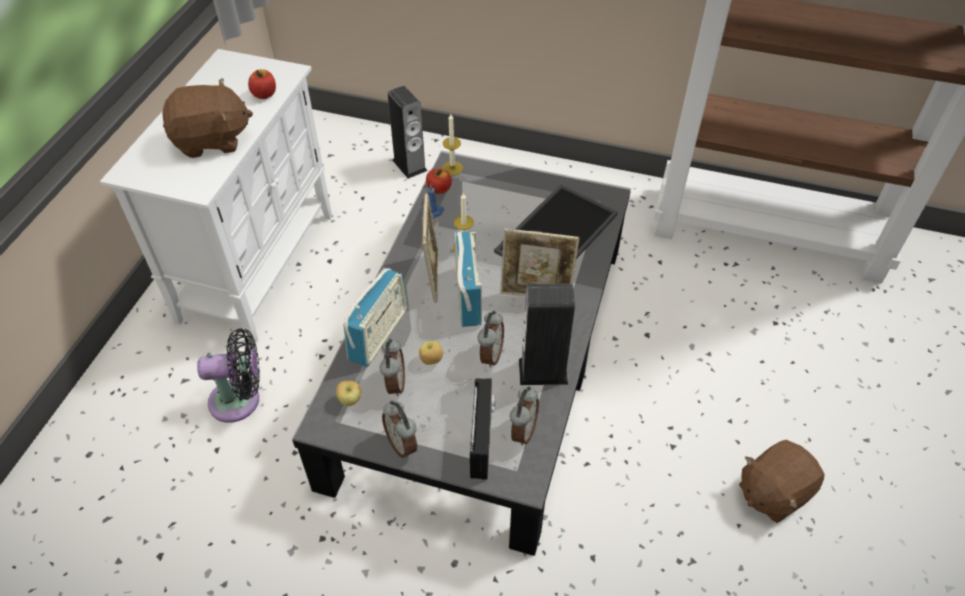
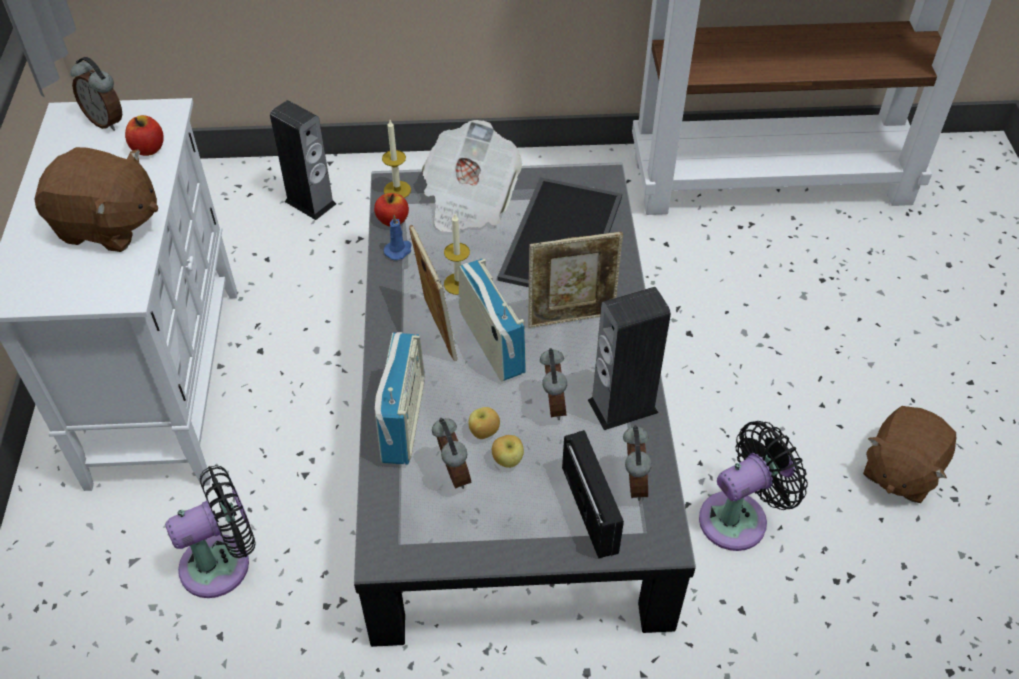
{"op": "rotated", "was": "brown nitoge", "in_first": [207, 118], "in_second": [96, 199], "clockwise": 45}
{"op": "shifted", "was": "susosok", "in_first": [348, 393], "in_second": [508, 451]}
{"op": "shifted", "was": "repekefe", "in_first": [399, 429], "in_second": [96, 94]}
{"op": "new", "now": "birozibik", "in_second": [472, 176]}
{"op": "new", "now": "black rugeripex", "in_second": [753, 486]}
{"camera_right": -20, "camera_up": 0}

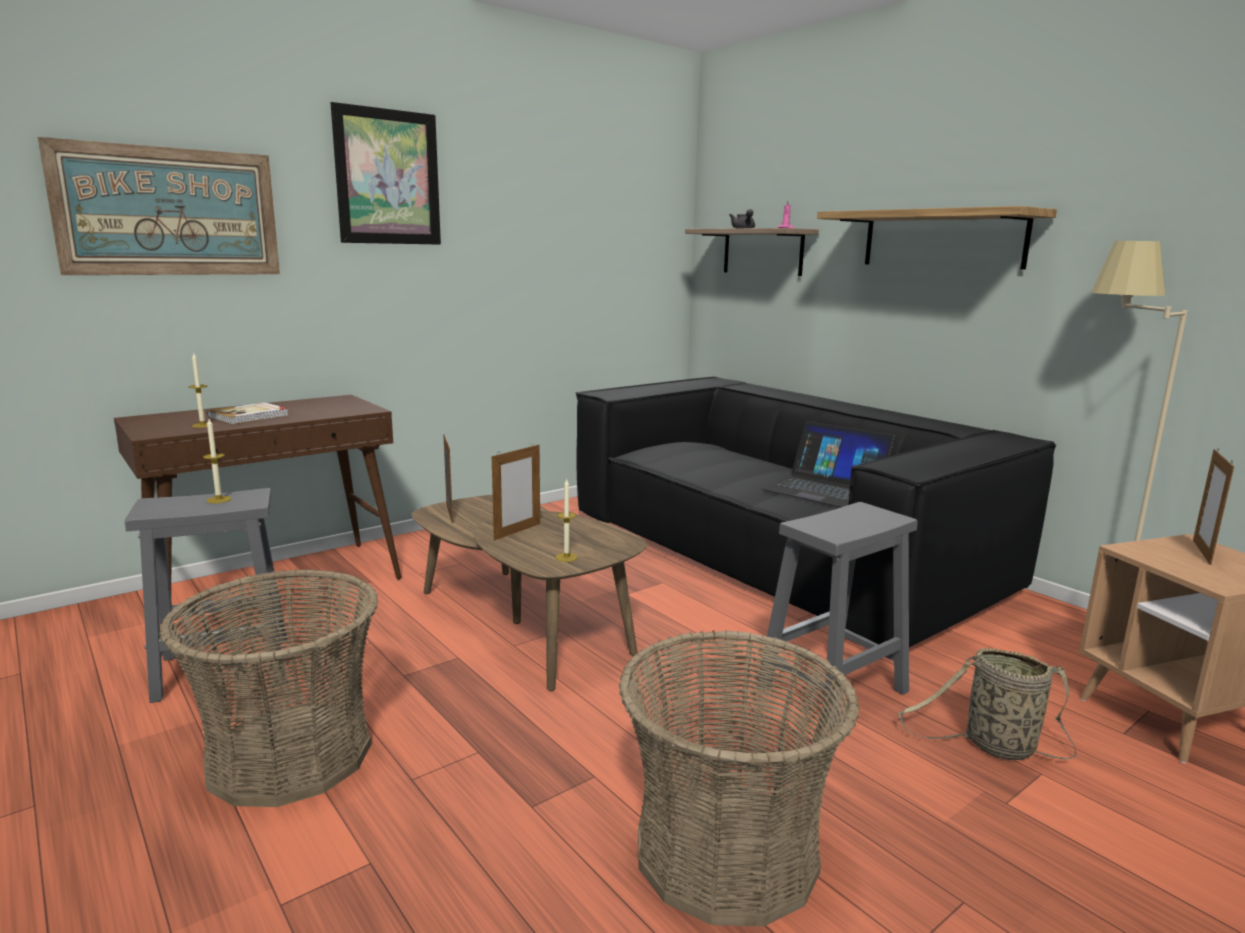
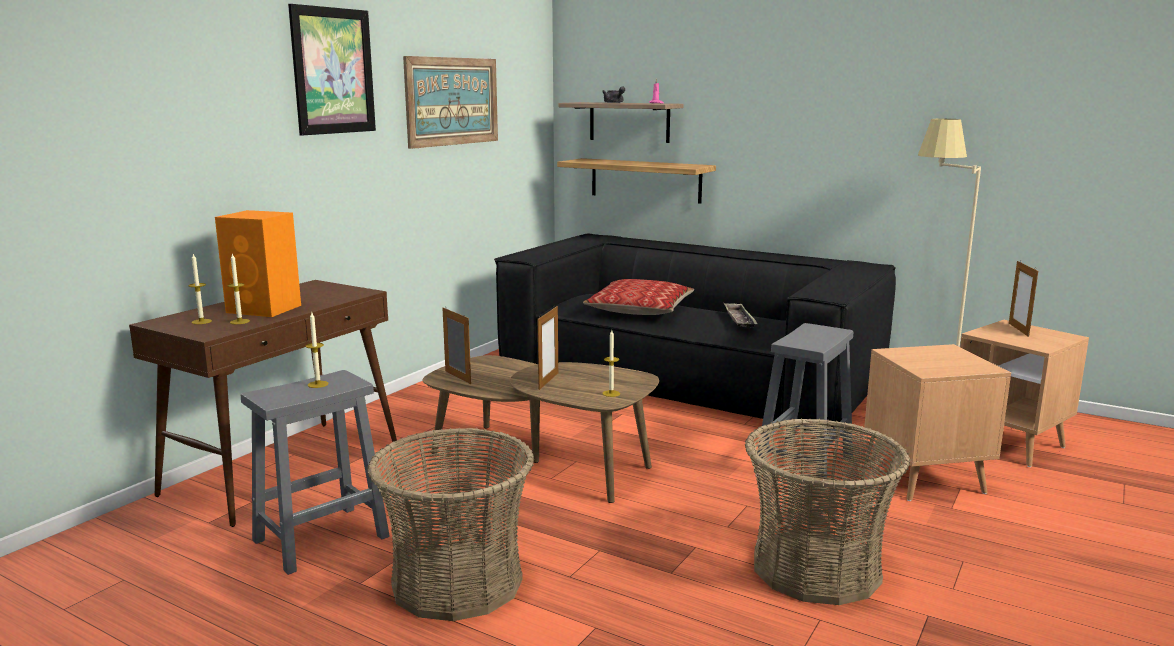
{"op": "shifted", "was": "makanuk", "in_first": [159, 206], "in_second": [450, 102]}
{"op": "swapped", "was": "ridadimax", "now": "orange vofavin", "in_first": [247, 413], "in_second": [258, 263]}
{"op": "swapped", "was": "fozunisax", "now": "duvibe", "in_first": [828, 464], "in_second": [740, 315]}
{"op": "shifted", "was": "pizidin", "in_first": [937, 238], "in_second": [636, 181]}
{"op": "swapped", "was": "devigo", "now": "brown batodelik", "in_first": [987, 704], "in_second": [937, 422]}
{"op": "new", "now": "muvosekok", "in_second": [200, 289]}
{"op": "new", "now": "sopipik", "in_second": [638, 297]}
{"camera_right": -20, "camera_up": 0}

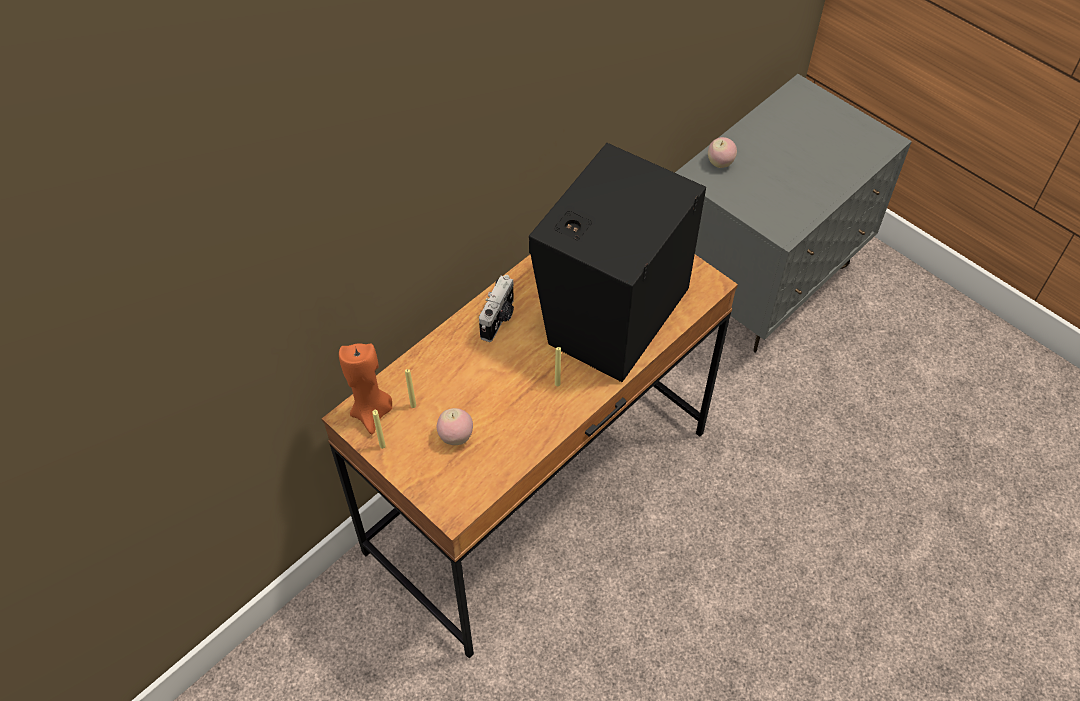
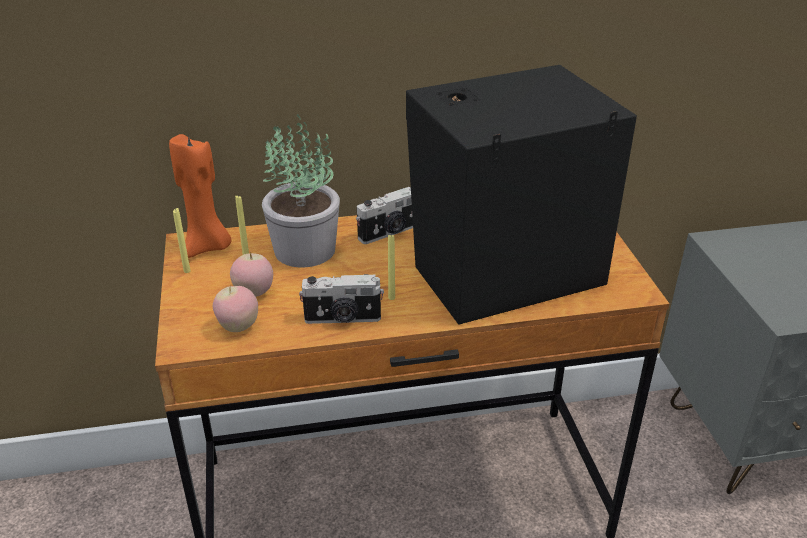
{"op": "shifted", "was": "susosok", "in_first": [722, 152], "in_second": [235, 309]}
{"op": "new", "now": "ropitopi", "in_second": [301, 191]}
{"op": "new", "now": "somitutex", "in_second": [341, 299]}
{"camera_right": 35, "camera_up": -20}

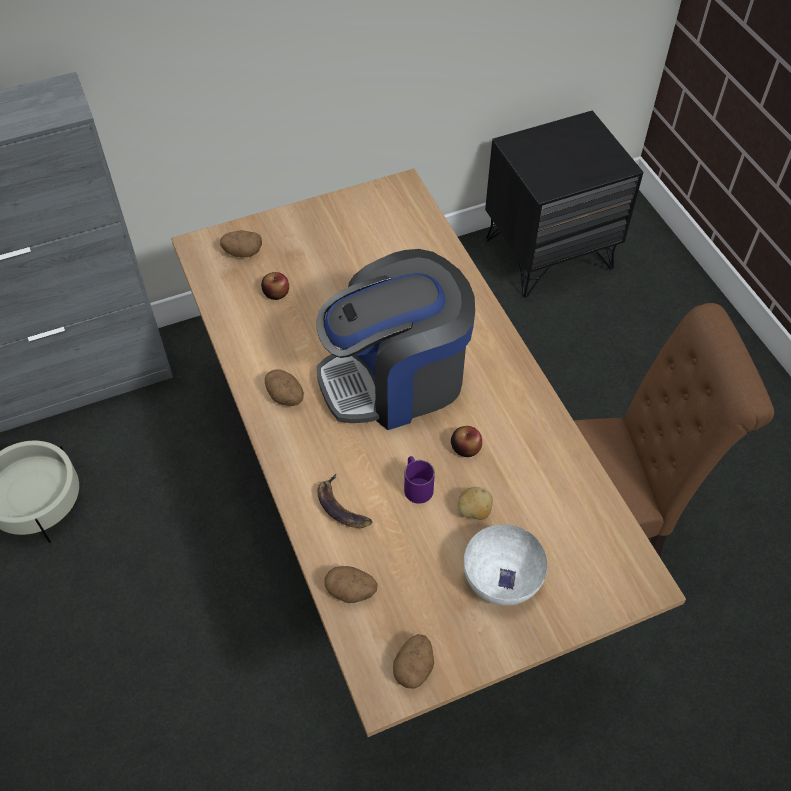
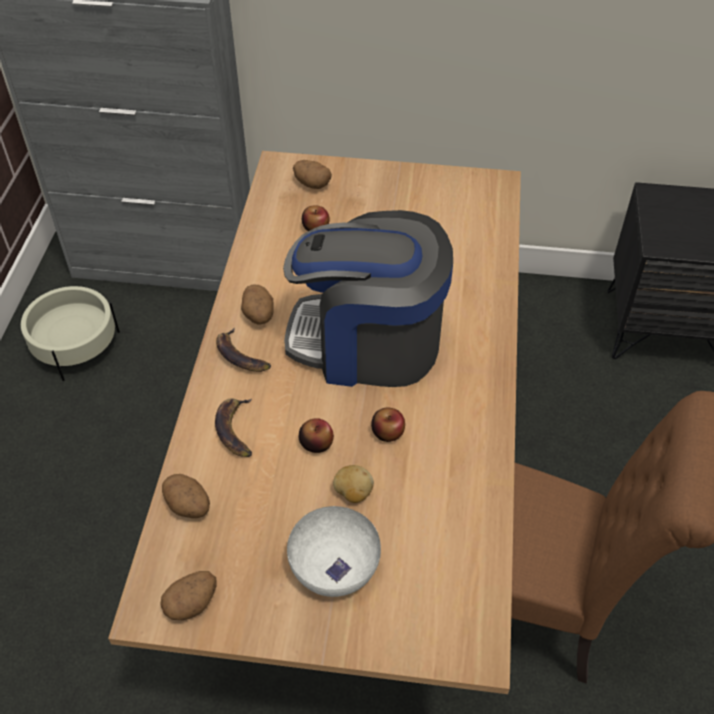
{"op": "swapped", "was": "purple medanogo", "now": "susosok", "in_first": [419, 480], "in_second": [316, 435]}
{"op": "new", "now": "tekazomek", "in_second": [243, 350]}
{"camera_right": 30, "camera_up": -5}

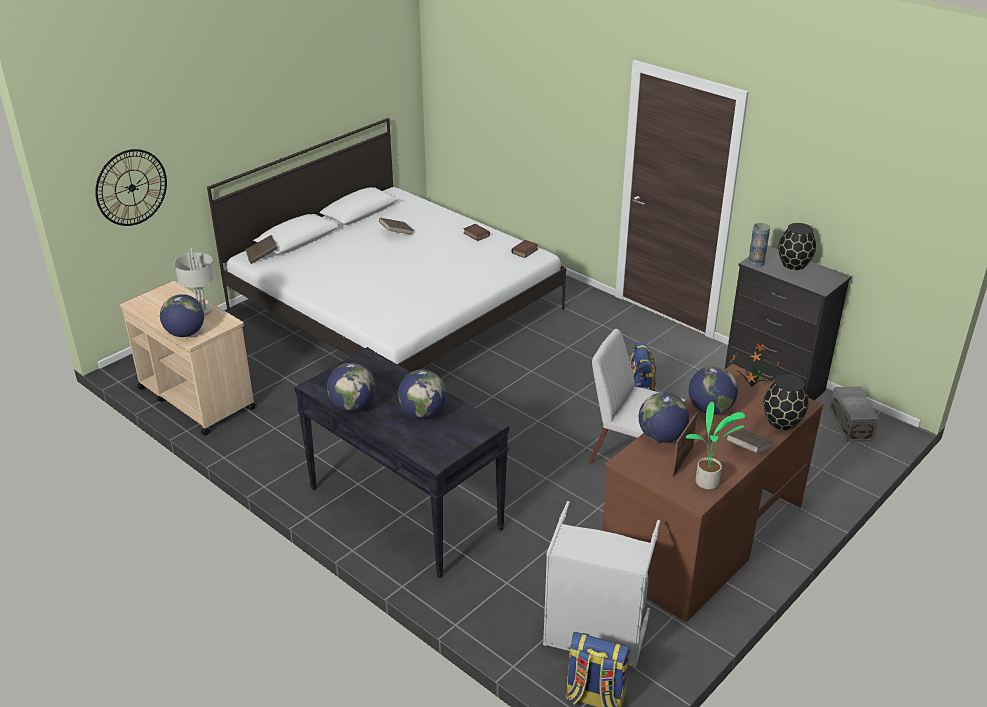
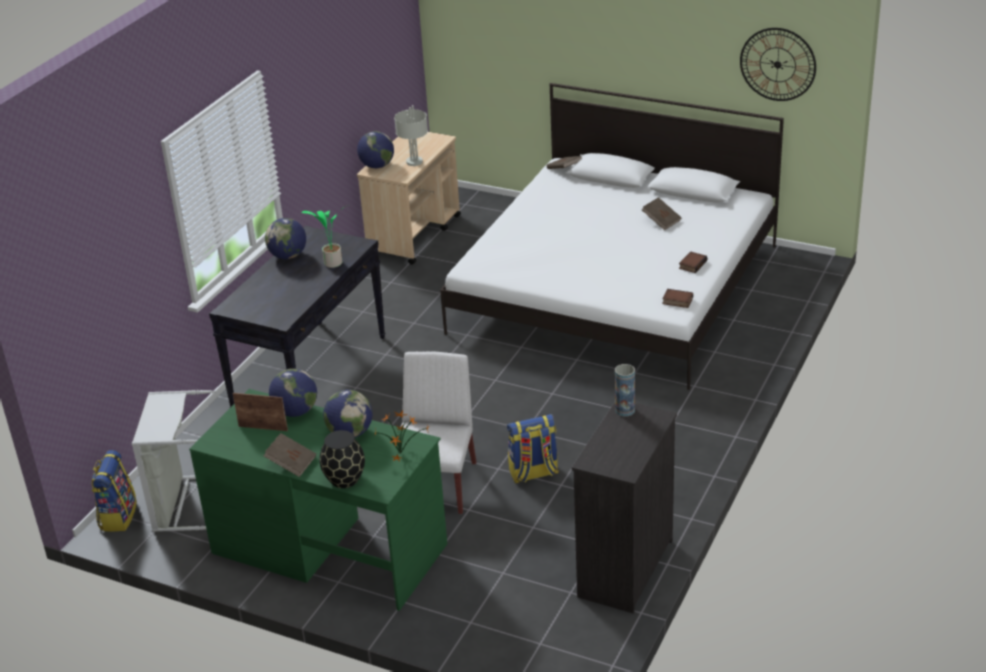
{"op": "shifted", "was": "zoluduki", "in_first": [131, 187], "in_second": [778, 64]}
{"op": "gone", "was": "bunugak", "in_first": [422, 394]}
{"op": "repainted", "was": "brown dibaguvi", "now": "green dibaguvi", "in_first": [713, 493], "in_second": [318, 500]}
{"op": "shifted", "was": "ropitopi", "in_first": [715, 445], "in_second": [325, 236]}
{"op": "gone", "was": "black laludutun", "in_first": [797, 246]}
{"op": "gone", "was": "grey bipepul", "in_first": [854, 414]}
{"camera_right": 75, "camera_up": 0}

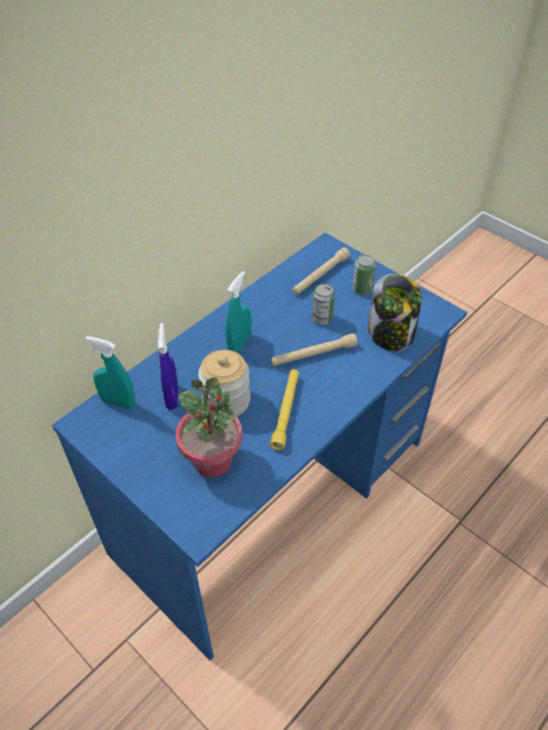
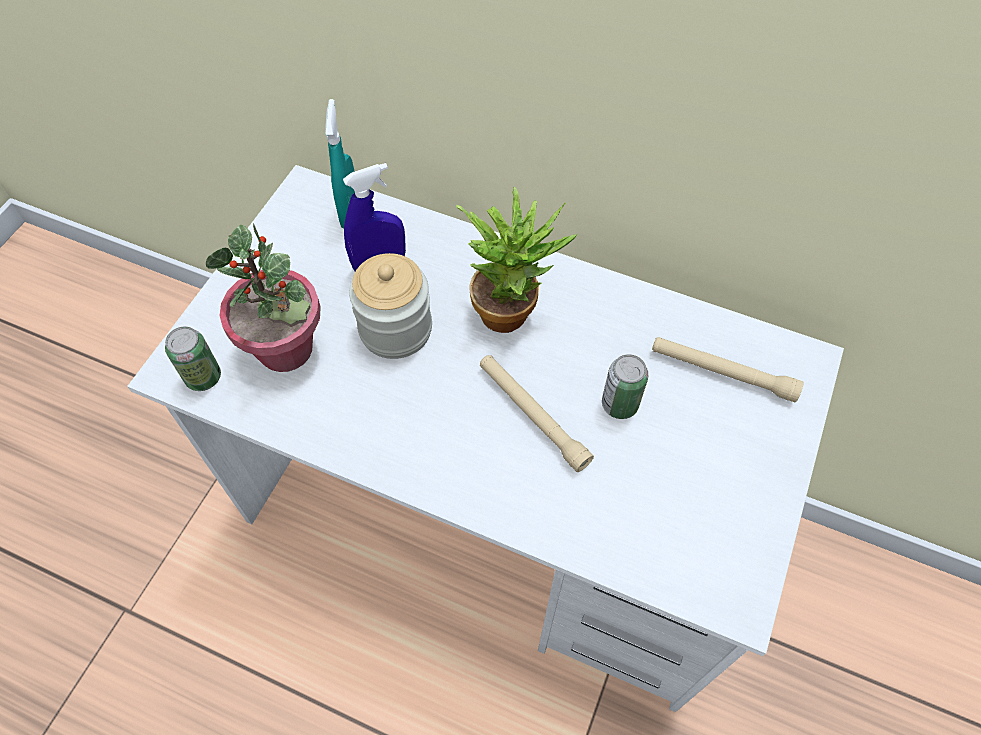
{"op": "repainted", "was": "blue dibaguvi", "now": "white dibaguvi", "in_first": [259, 446], "in_second": [485, 438]}
{"op": "swapped", "was": "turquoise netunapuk", "now": "ropitopi", "in_first": [238, 312], "in_second": [517, 260]}
{"op": "gone", "was": "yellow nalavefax", "in_first": [284, 409]}
{"op": "shifted", "was": "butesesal", "in_first": [364, 275], "in_second": [193, 358]}
{"op": "gone", "was": "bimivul", "in_first": [395, 312]}
{"camera_right": 70, "camera_up": 10}

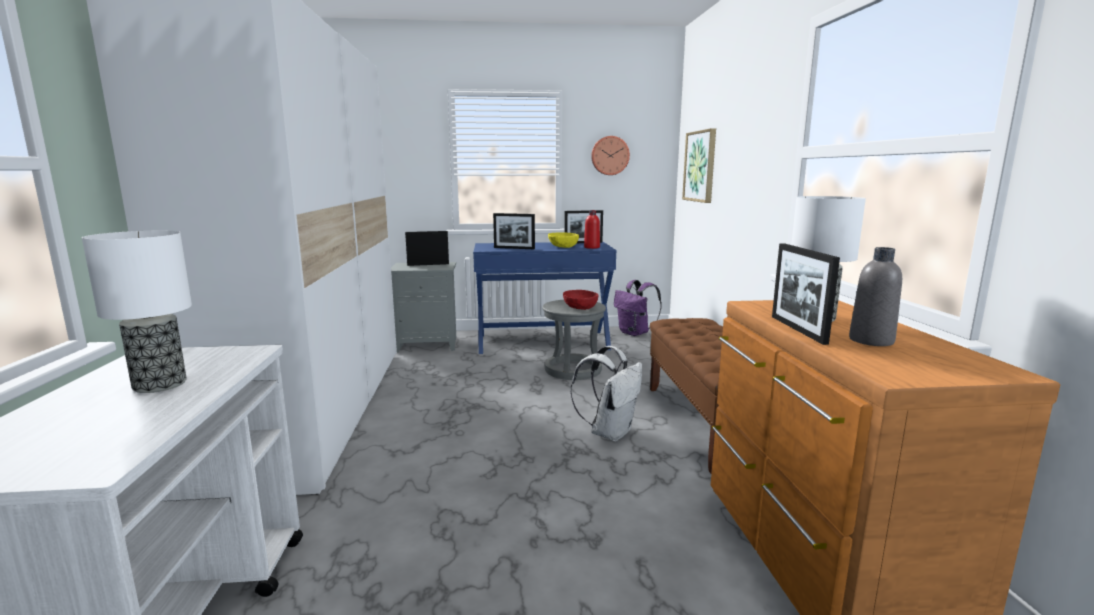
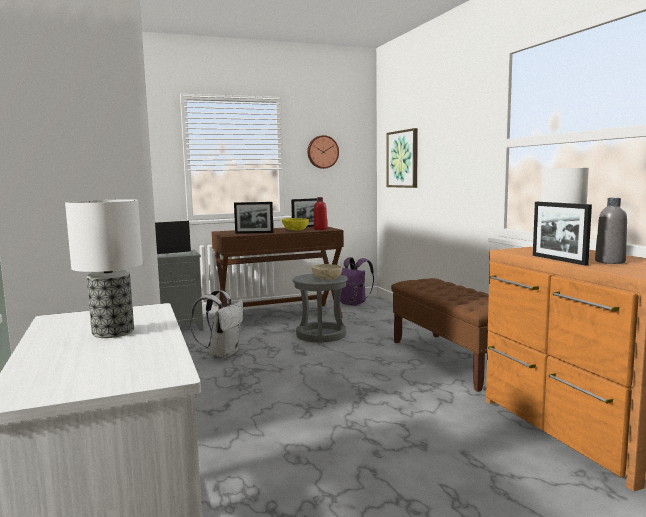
{"op": "repainted", "was": "blue dibaguvi", "now": "brown dibaguvi", "in_first": [545, 298], "in_second": [278, 272]}
{"op": "repainted", "was": "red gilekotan", "now": "beige gilekotan", "in_first": [580, 300], "in_second": [327, 272]}
{"op": "shifted", "was": "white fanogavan", "in_first": [606, 393], "in_second": [216, 324]}
{"camera_right": -15, "camera_up": -5}

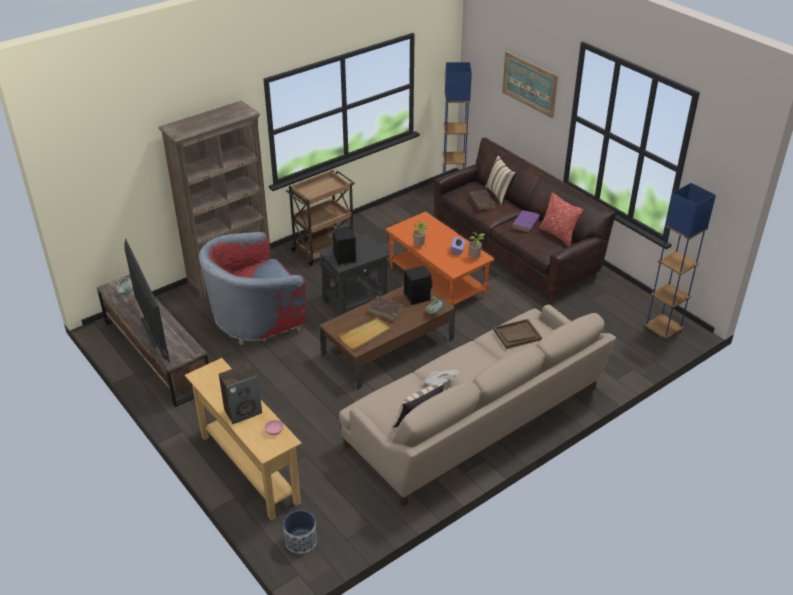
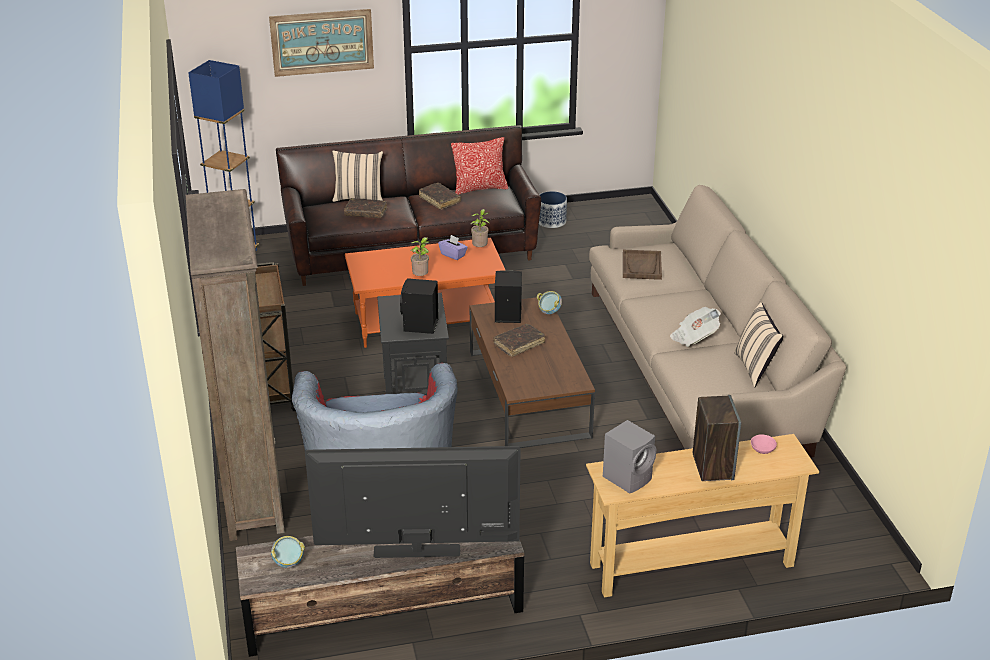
{"op": "shifted", "was": "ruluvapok", "in_first": [300, 532], "in_second": [553, 209]}
{"op": "gone", "was": "beige duvibe", "in_first": [365, 332]}
{"op": "repainted", "was": "purple ridadimax", "now": "brown ridadimax", "in_first": [526, 221], "in_second": [440, 196]}
{"op": "gone", "was": "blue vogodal", "in_first": [680, 262]}
{"op": "new", "now": "grey vofavin", "in_second": [629, 457]}
{"camera_right": -65, "camera_up": -5}

